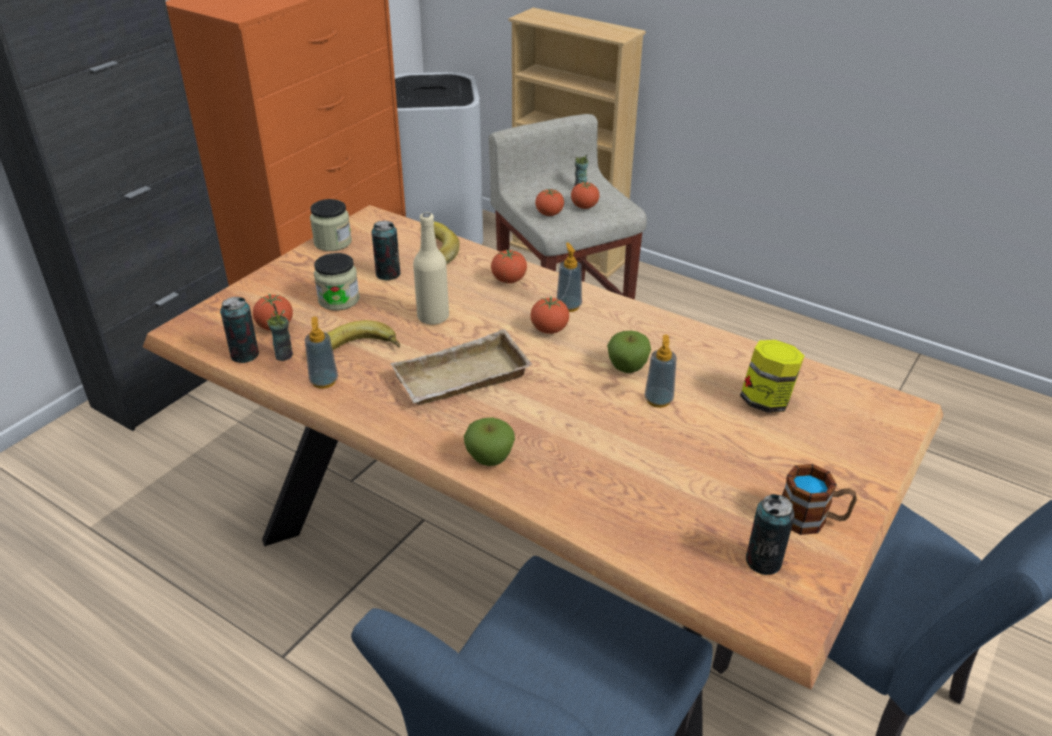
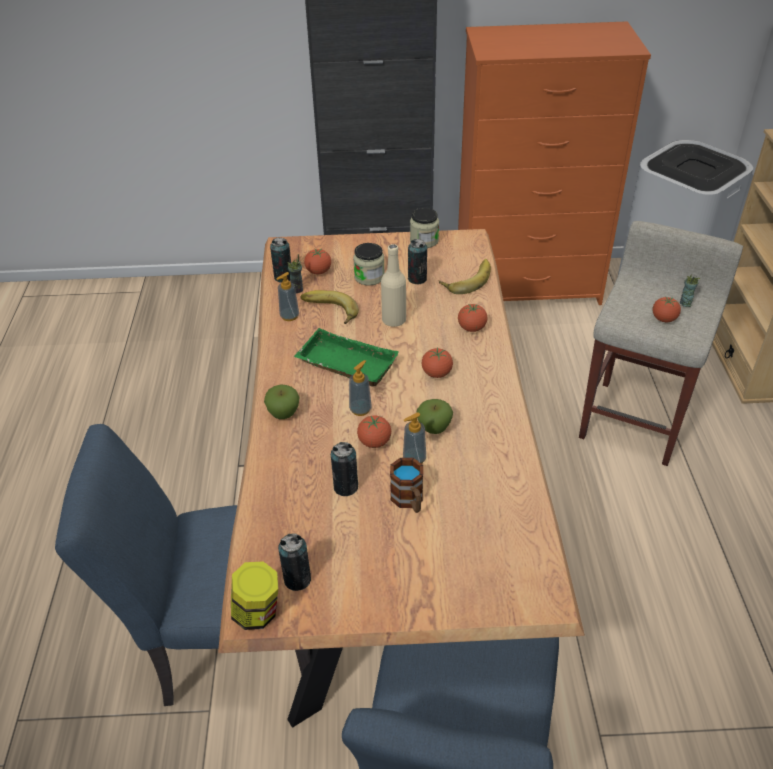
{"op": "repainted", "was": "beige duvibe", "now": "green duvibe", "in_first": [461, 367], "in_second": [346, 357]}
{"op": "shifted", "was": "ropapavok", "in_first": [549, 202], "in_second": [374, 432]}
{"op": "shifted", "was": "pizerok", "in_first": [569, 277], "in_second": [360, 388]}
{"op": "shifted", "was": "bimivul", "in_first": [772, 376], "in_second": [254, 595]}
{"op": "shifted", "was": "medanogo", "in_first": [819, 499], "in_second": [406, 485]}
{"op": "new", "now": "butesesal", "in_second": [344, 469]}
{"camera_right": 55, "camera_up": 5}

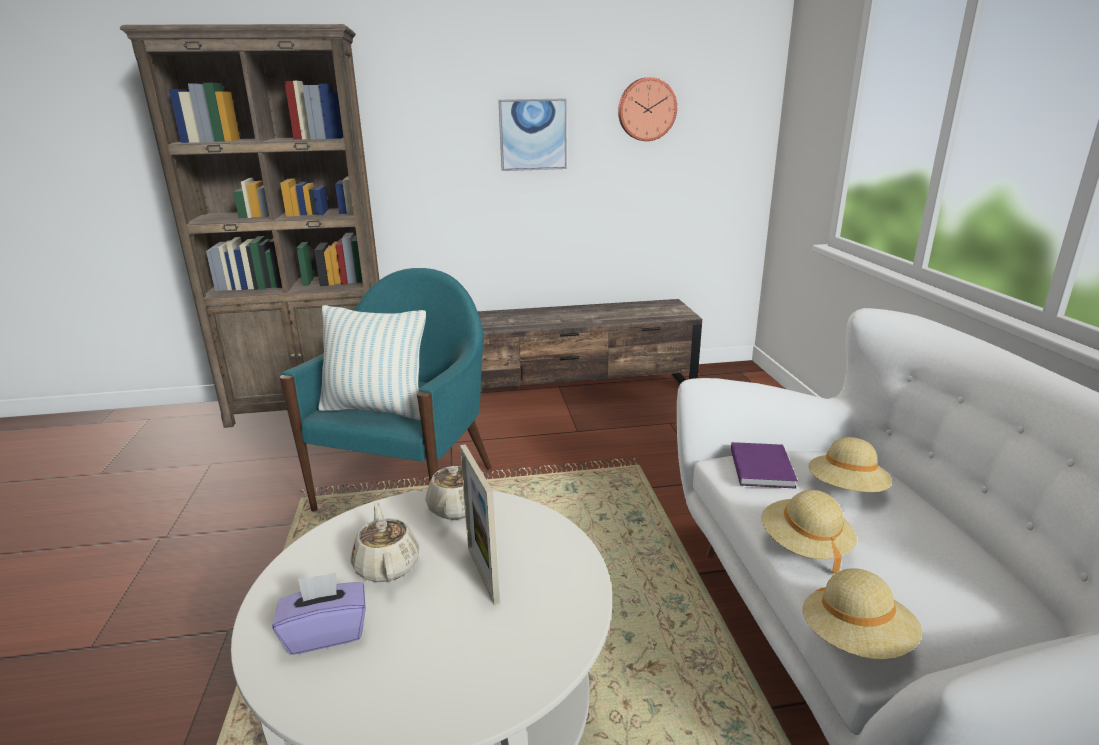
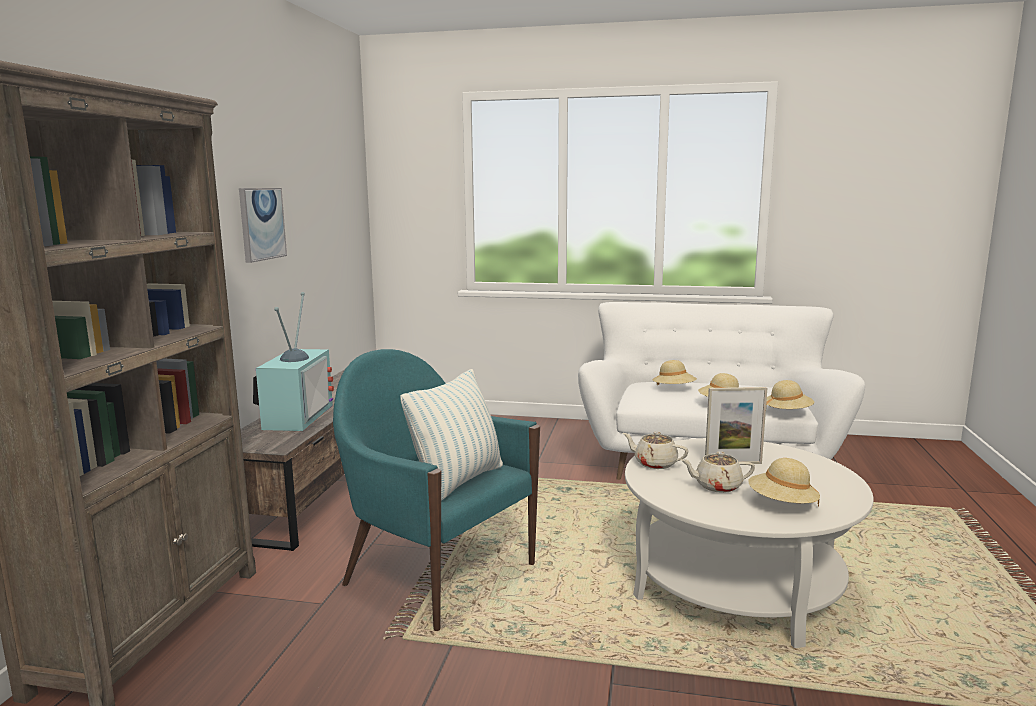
{"op": "swapped", "was": "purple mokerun", "now": "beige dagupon", "in_first": [319, 613], "in_second": [784, 482]}
{"op": "gone", "was": "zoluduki", "in_first": [647, 109]}
{"op": "gone", "was": "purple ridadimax", "in_first": [764, 465]}
{"op": "new", "now": "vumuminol", "in_second": [293, 361]}
{"camera_right": -70, "camera_up": -10}

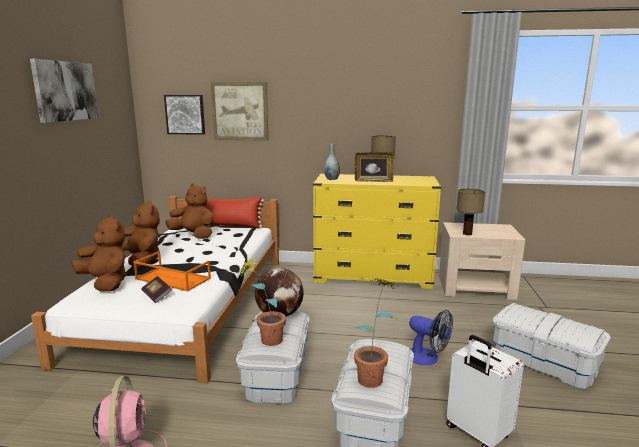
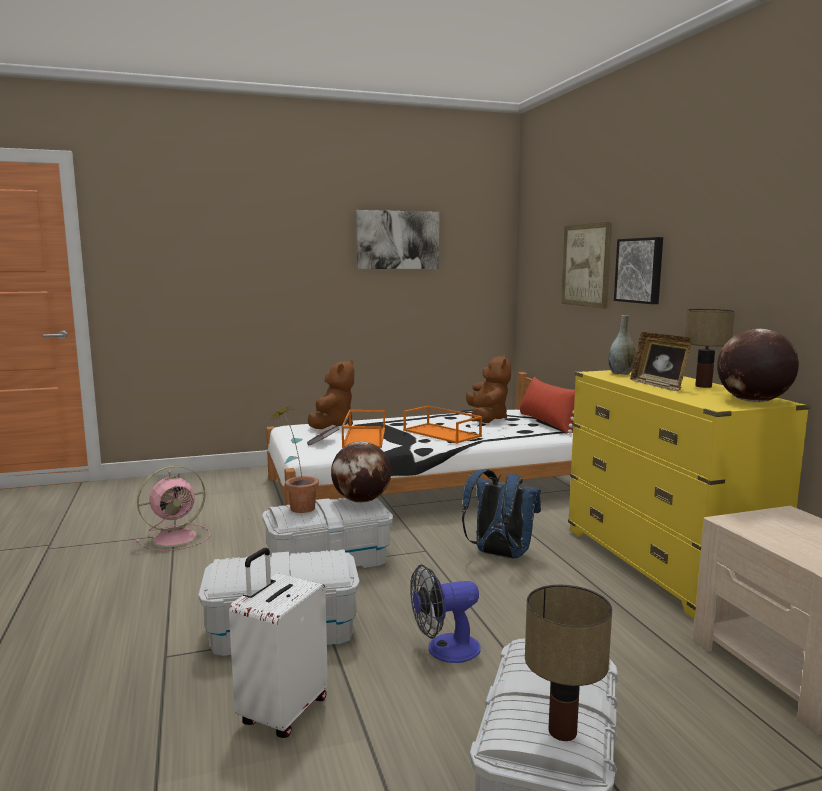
{"op": "gone", "was": "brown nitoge", "in_first": [141, 233]}
{"op": "shifted", "was": "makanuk", "in_first": [184, 115], "in_second": [638, 270]}
{"op": "gone", "was": "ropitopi", "in_first": [375, 333]}
{"op": "rotated", "was": "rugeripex", "in_first": [431, 337], "in_second": [445, 613], "clockwise": 60}
{"op": "shifted", "was": "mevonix", "in_first": [471, 212], "in_second": [568, 663]}
{"op": "new", "now": "orange duvibe", "in_second": [442, 425]}
{"op": "new", "now": "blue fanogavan", "in_second": [501, 513]}
{"op": "new", "now": "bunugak", "in_second": [758, 365]}
{"camera_right": 65, "camera_up": -5}

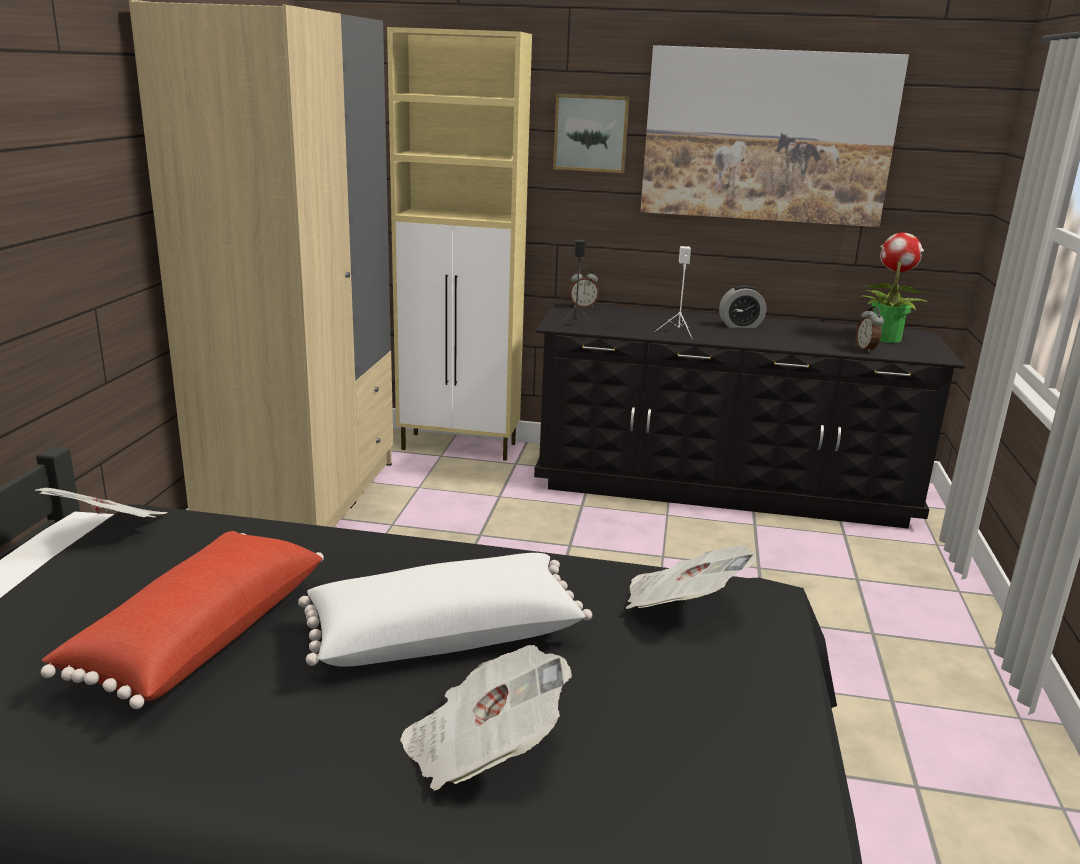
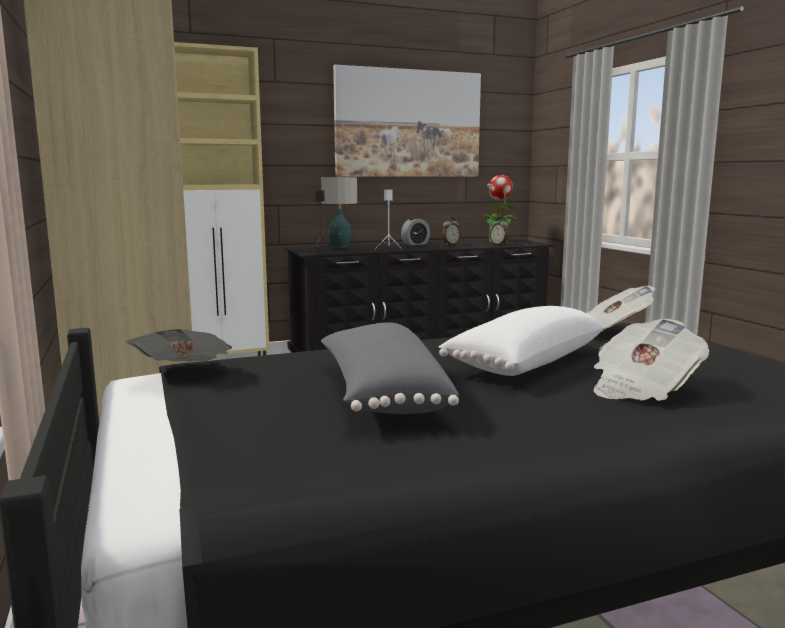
{"op": "repainted", "was": "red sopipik", "now": "grey sopipik", "in_first": [182, 620], "in_second": [390, 368]}
{"op": "gone", "was": "makanuk", "in_first": [591, 133]}
{"op": "shifted", "was": "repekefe", "in_first": [584, 288], "in_second": [451, 231]}
{"op": "new", "now": "mevonix", "in_second": [339, 211]}
{"camera_right": -30, "camera_up": -10}

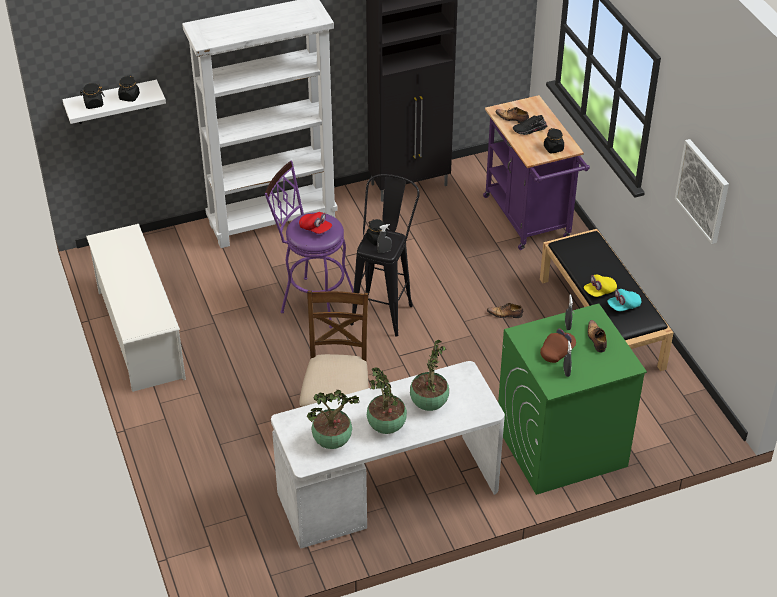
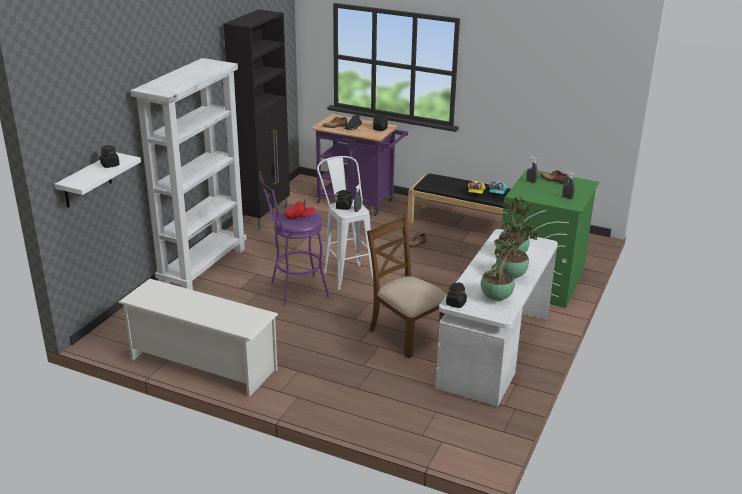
{"op": "shifted", "was": "black bimivul", "in_first": [92, 96], "in_second": [456, 295]}
{"op": "repainted", "was": "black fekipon", "now": "white fekipon", "in_first": [385, 255], "in_second": [345, 223]}
{"op": "gone", "was": "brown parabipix", "in_first": [558, 346]}
{"op": "gone", "was": "makanuk", "in_first": [702, 191]}
{"camera_right": -45, "camera_up": -15}

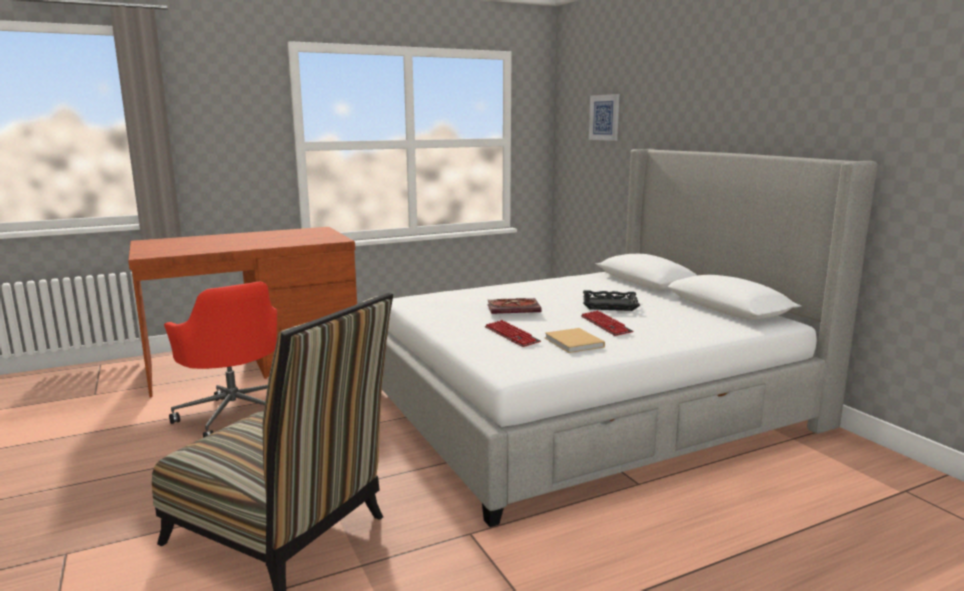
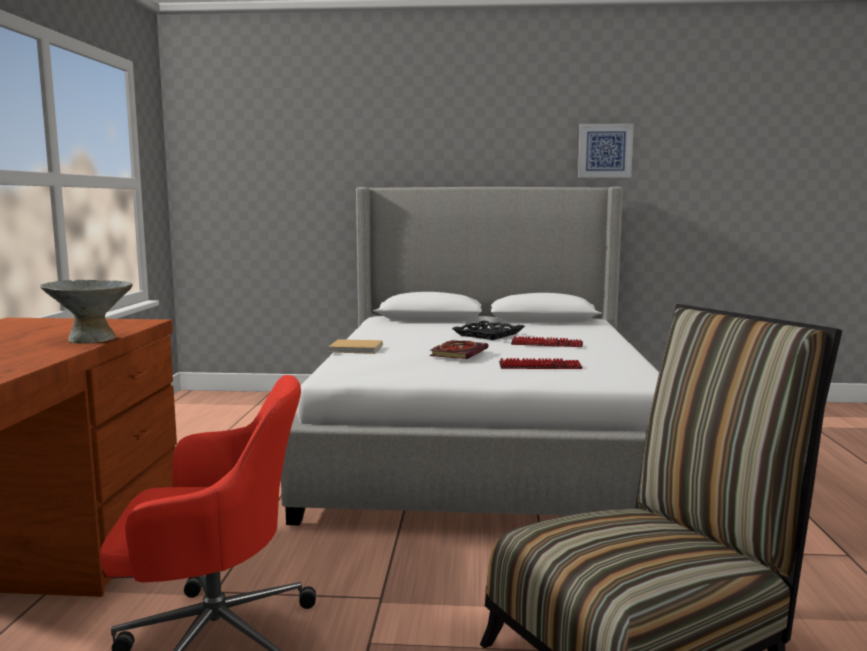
{"op": "shifted", "was": "beige ridadimax", "in_first": [575, 340], "in_second": [355, 346]}
{"op": "shifted", "was": "makanuk", "in_first": [604, 117], "in_second": [606, 150]}
{"op": "new", "now": "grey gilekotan", "in_second": [86, 311]}
{"camera_right": -60, "camera_up": -5}

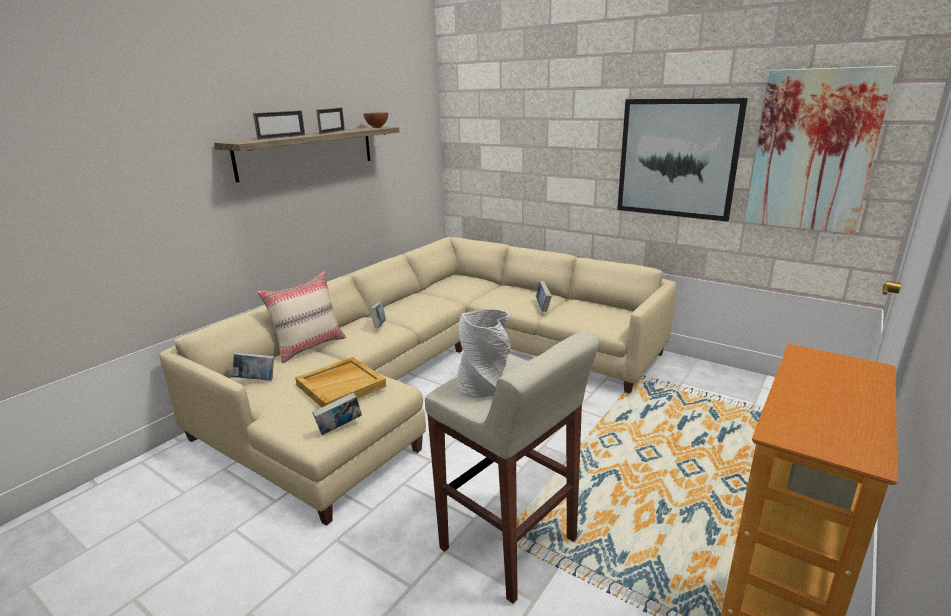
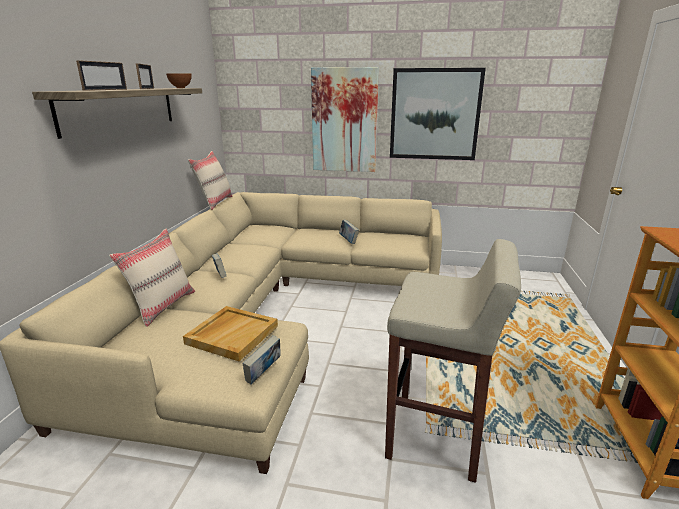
{"op": "gone", "was": "ridadimax", "in_first": [253, 366]}
{"op": "gone", "was": "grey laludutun", "in_first": [484, 354]}
{"op": "shifted", "was": "makanuk", "in_first": [820, 150], "in_second": [345, 119]}
{"op": "new", "now": "beige sopipik", "in_second": [210, 180]}
{"camera_right": -25, "camera_up": 0}

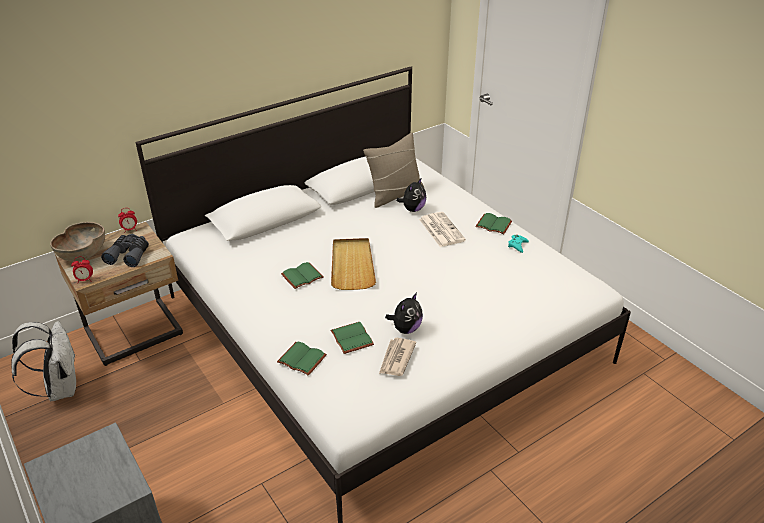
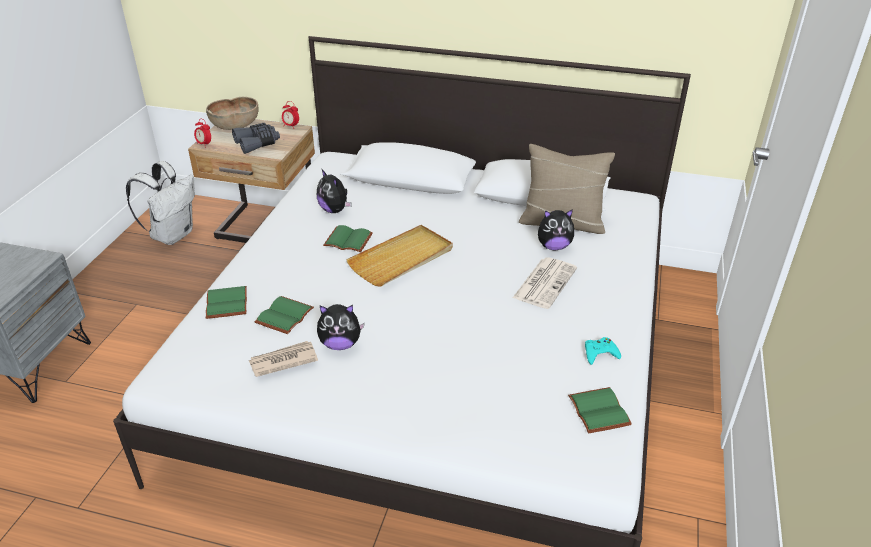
{"op": "shifted", "was": "green ridadimax", "in_first": [493, 223], "in_second": [600, 410]}
{"op": "new", "now": "nitoge", "in_second": [334, 191]}
{"camera_right": 50, "camera_up": 0}

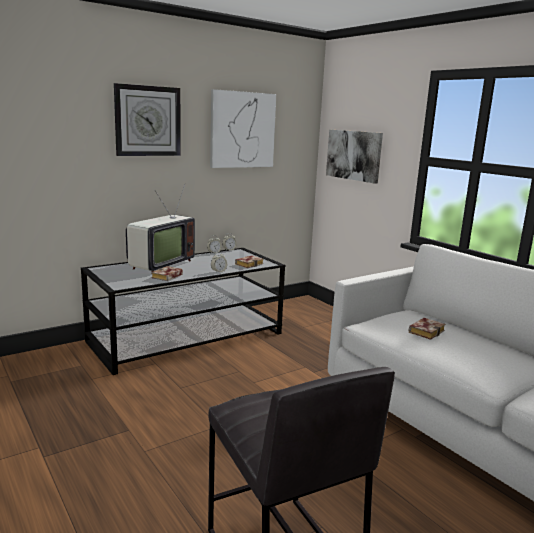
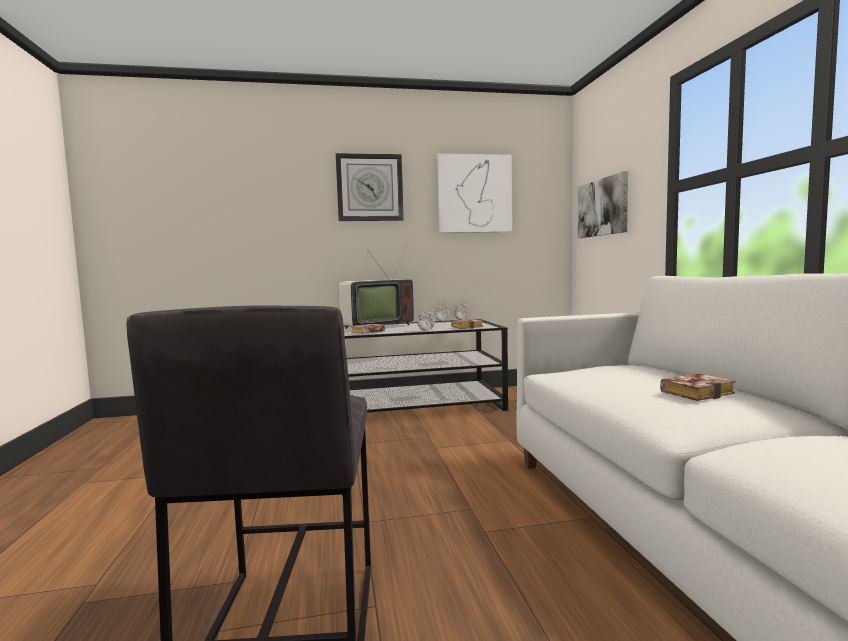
{"op": "shifted", "was": "ridadimax", "in_first": [427, 329], "in_second": [698, 387]}
{"camera_right": 25, "camera_up": -10}

